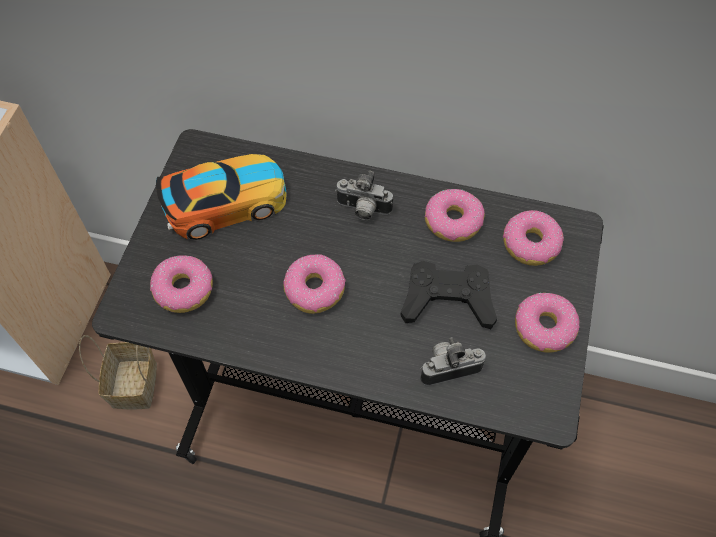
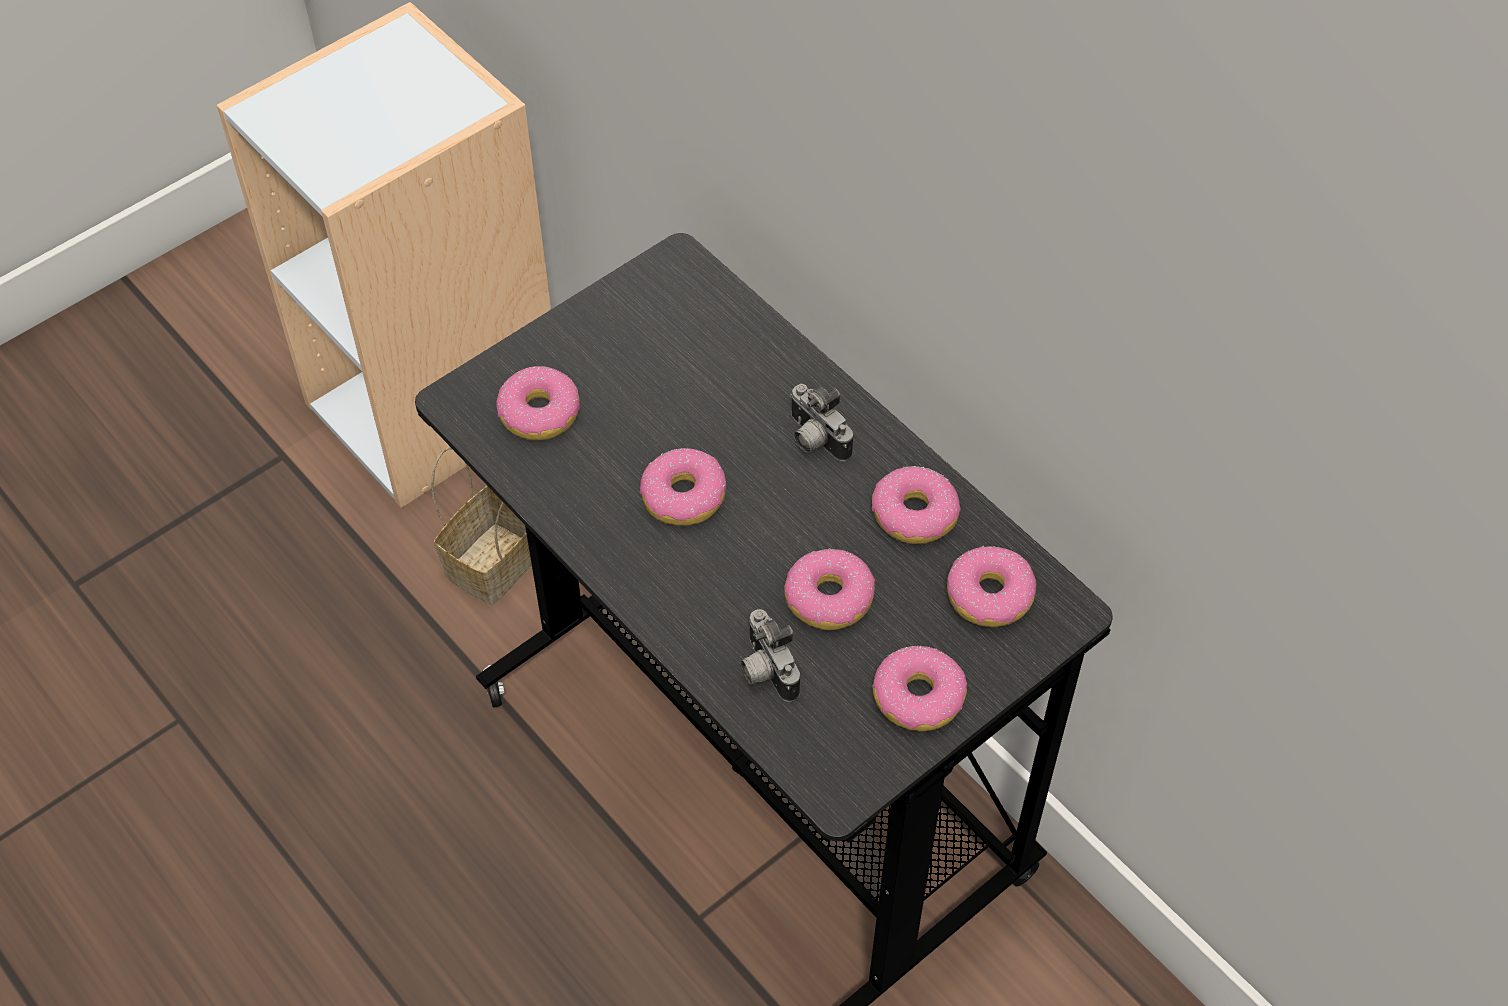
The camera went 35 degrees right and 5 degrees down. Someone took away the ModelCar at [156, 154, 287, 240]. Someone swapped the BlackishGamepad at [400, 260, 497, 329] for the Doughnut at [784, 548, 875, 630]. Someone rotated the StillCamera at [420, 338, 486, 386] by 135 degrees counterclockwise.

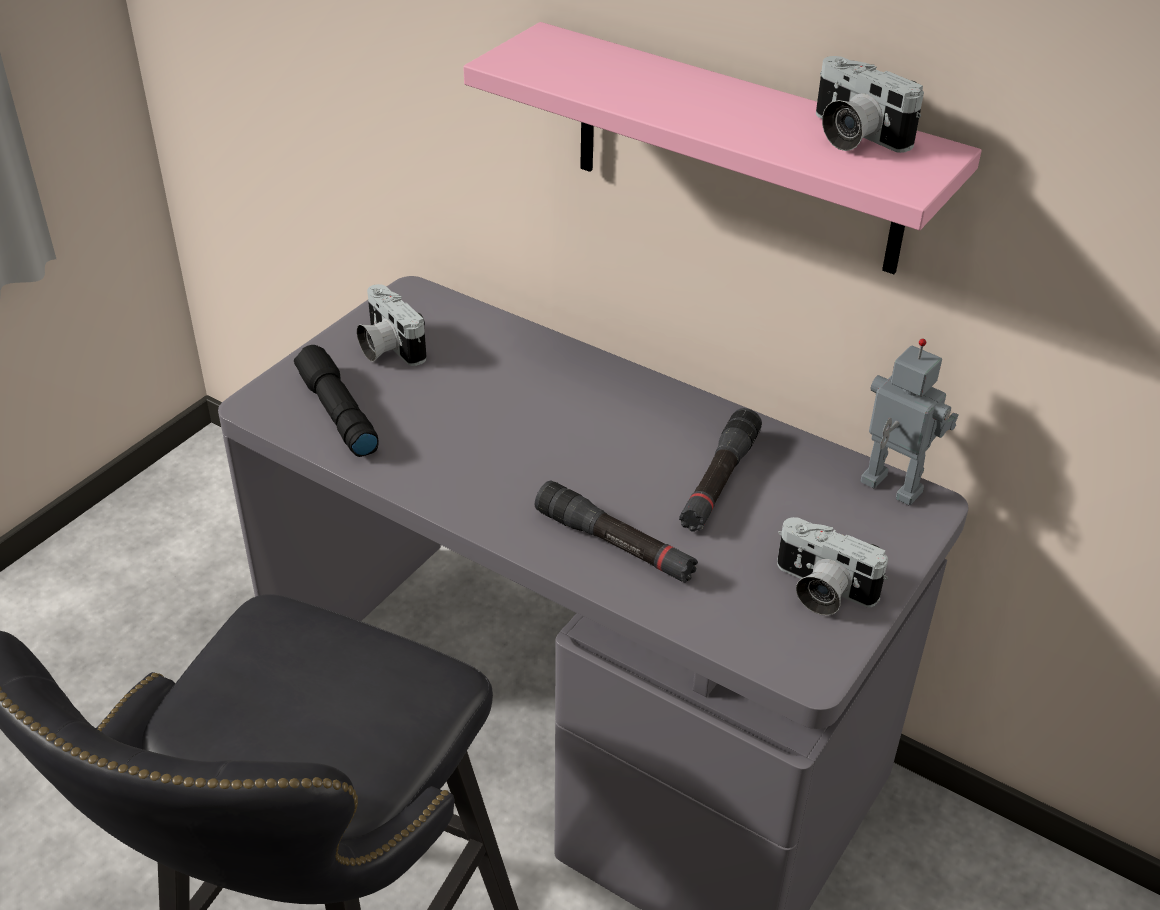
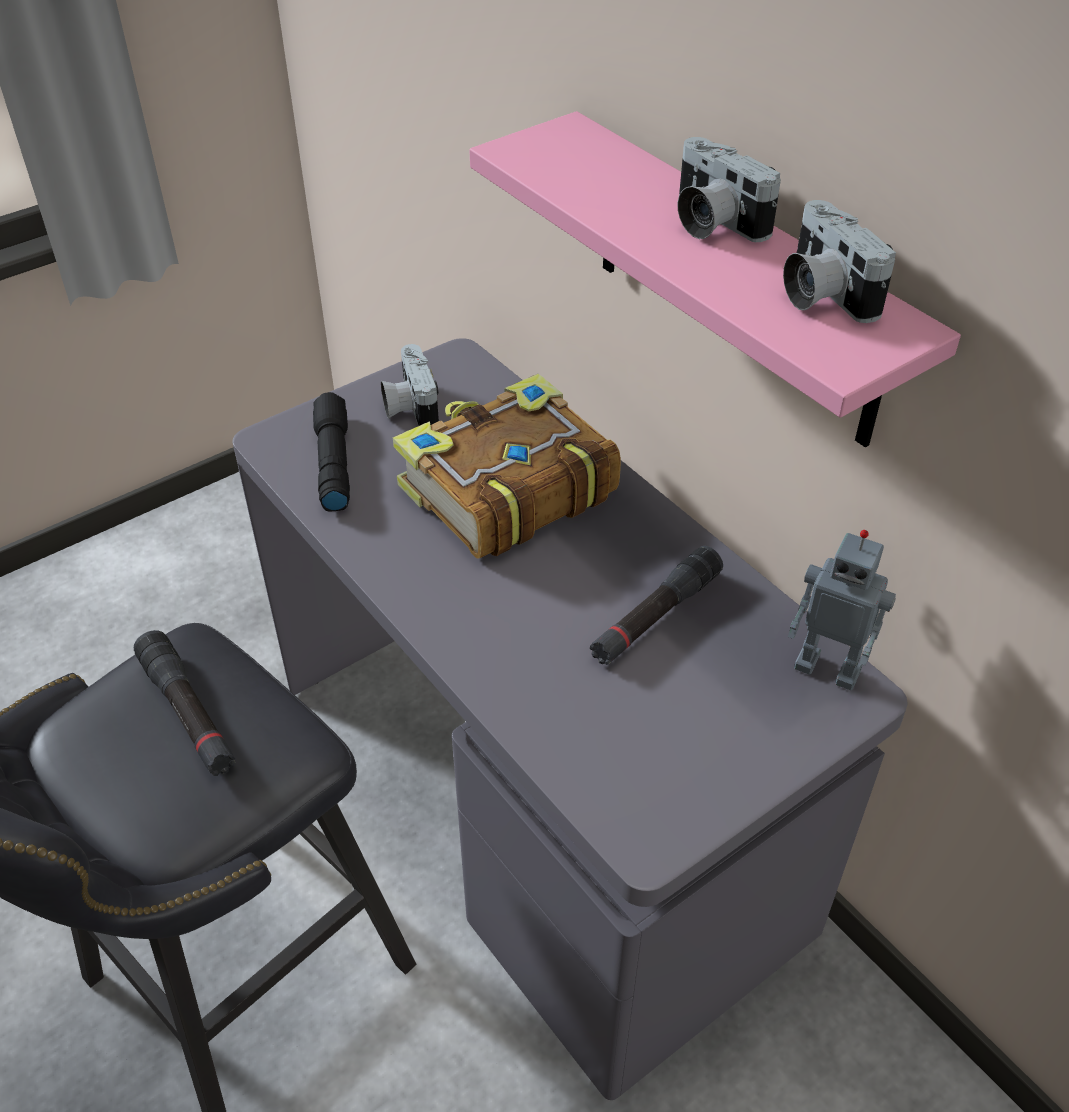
The camera went 20 degrees right and 5 degrees up. Someone carried the BlackishFlashlight from [535, 481, 698, 583] to [134, 630, 235, 776]. Someone carried the StillCamera from [777, 517, 888, 616] to [677, 137, 781, 242]. Someone rotated the ModelRobot at [861, 339, 959, 505] by 150 degrees clockwise. Someone put down the BoundBook at [393, 374, 621, 559].

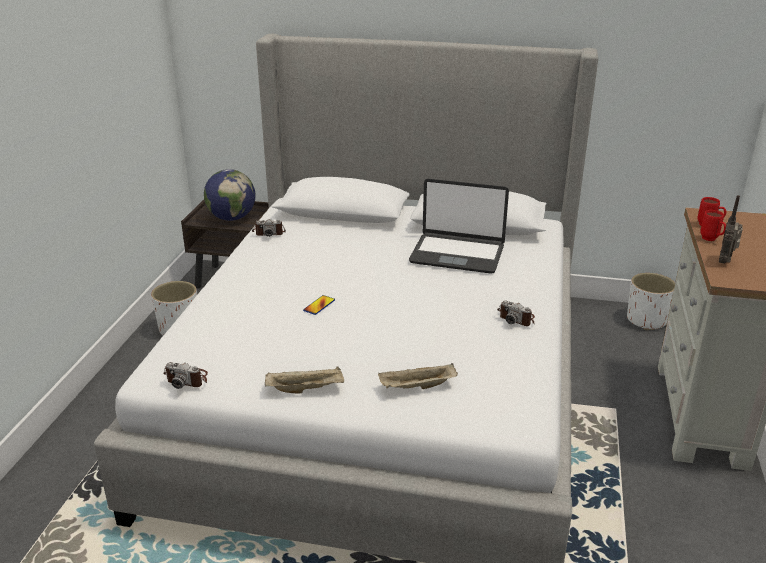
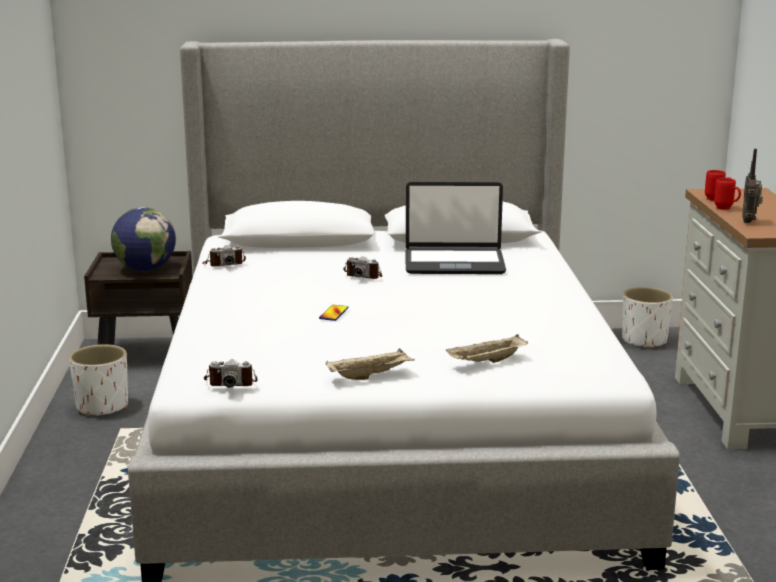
The camera went 15 degrees left and 10 degrees down. Someone carried the StillCamera from [497, 300, 535, 326] to [343, 257, 382, 279].

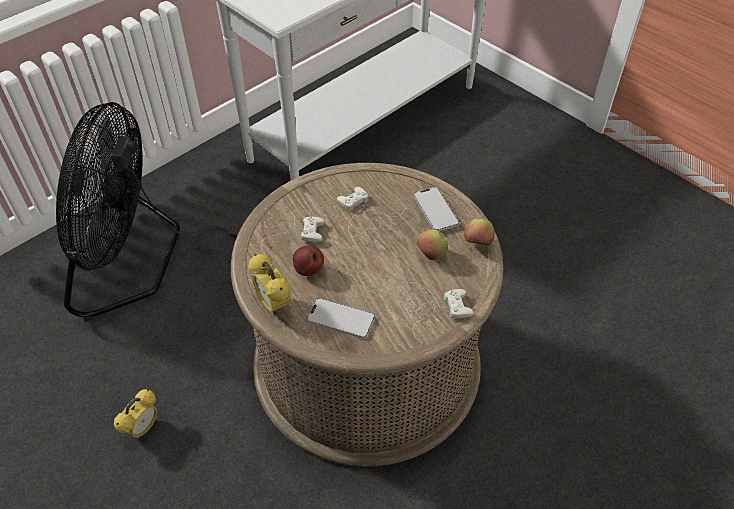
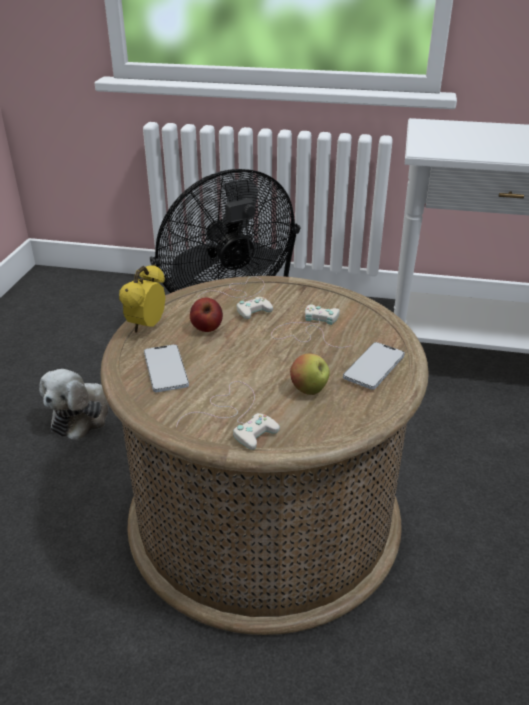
The camera went 55 degrees right and 15 degrees down. Someone swapped the AlarmClock at [114, 389, 157, 439] for the SoftToy at [39, 369, 109, 441]. Someone took away the Apple at [464, 219, 495, 245].

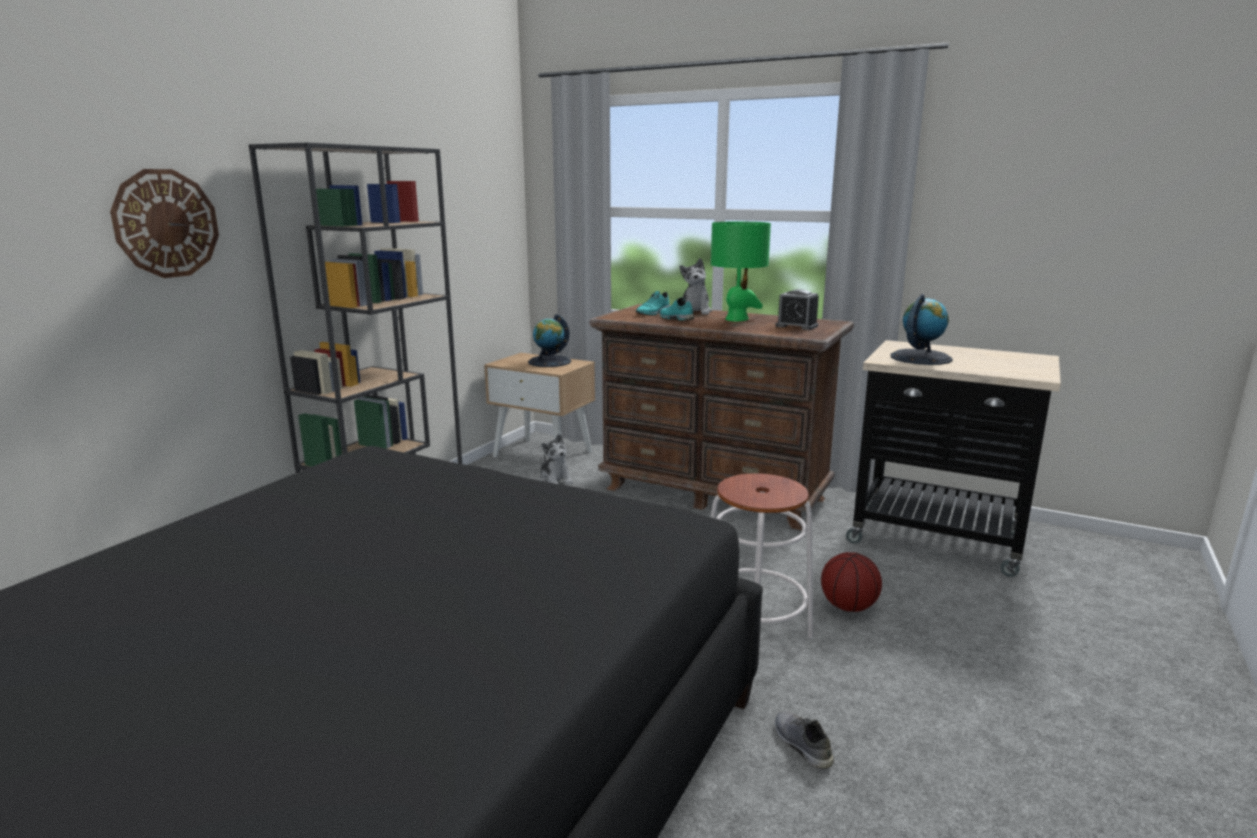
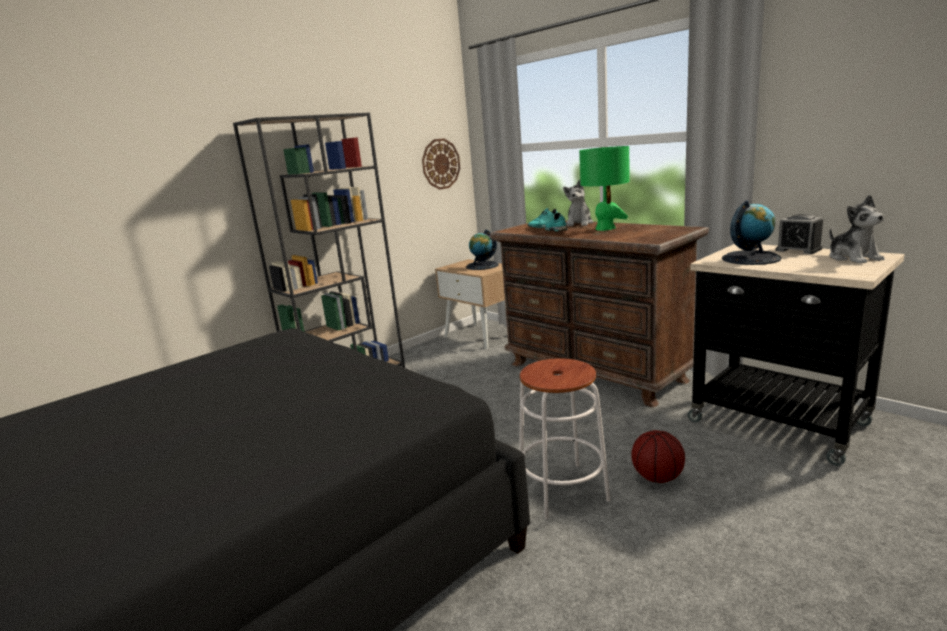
The camera went 20 degrees right and 0 degrees up. Someone carried the WallClock from [110, 169, 219, 278] to [422, 138, 460, 190]. Someone carried the SoftToy from [539, 434, 573, 485] to [829, 195, 885, 264]. Someone took away the GrayItemOfFootwear at [775, 711, 834, 769]. Someone carried the AlarmClock from [776, 289, 819, 330] to [776, 214, 823, 254].

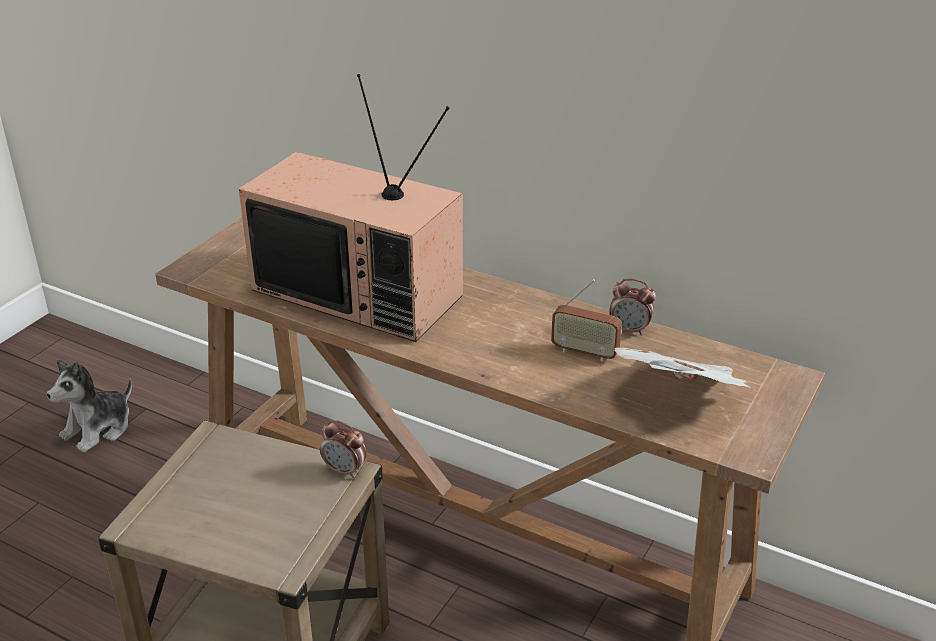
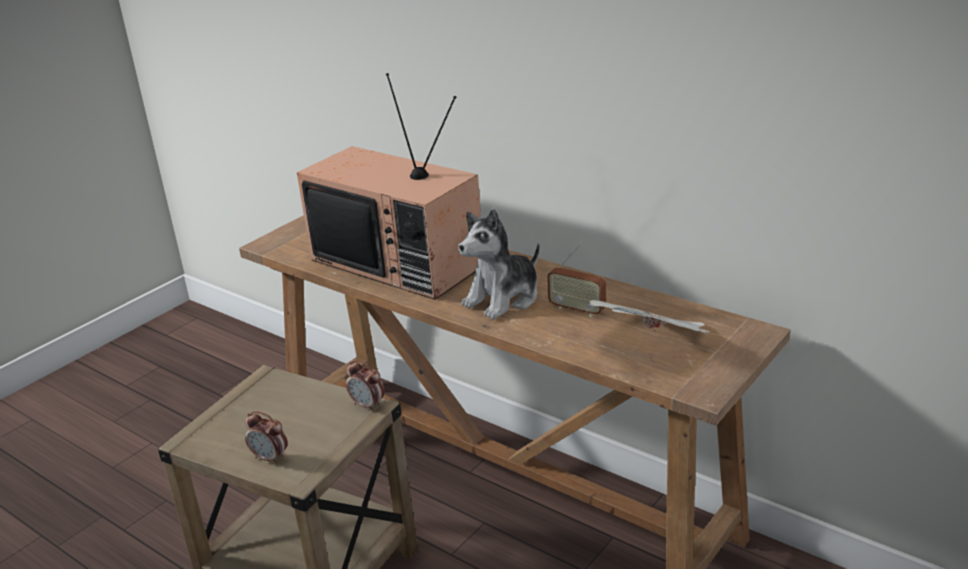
The camera went 10 degrees right and 5 degrees down. Someone carried the SoftToy from [47, 359, 132, 453] to [459, 209, 540, 320]. Someone carried the AlarmClock from [609, 279, 656, 335] to [245, 411, 288, 465].

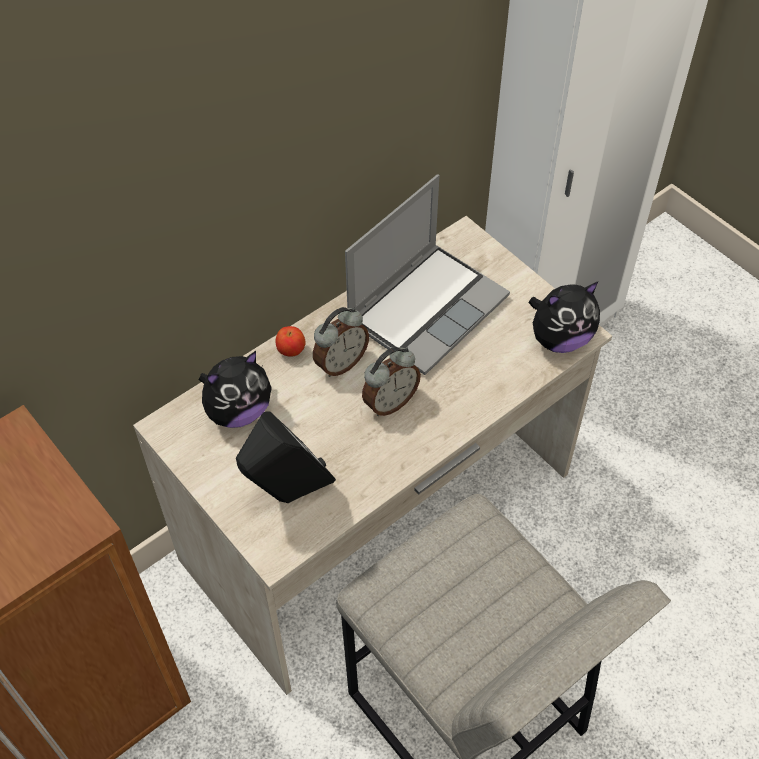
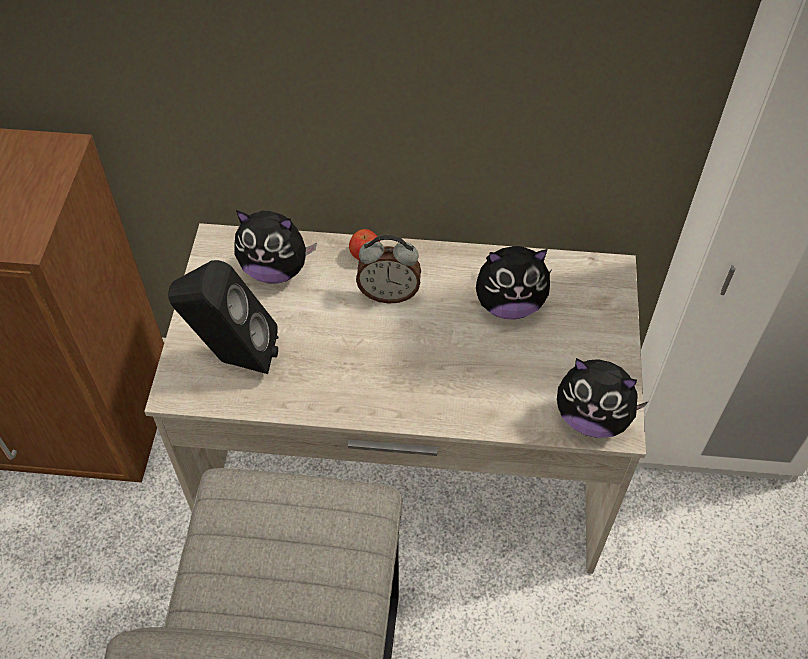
The camera went 45 degrees right and 0 degrees up. Someone swapped the Laptop at [345, 174, 510, 375] for the SoftToy at [476, 246, 552, 320]. Someone took away the AlarmClock at [362, 347, 421, 416].

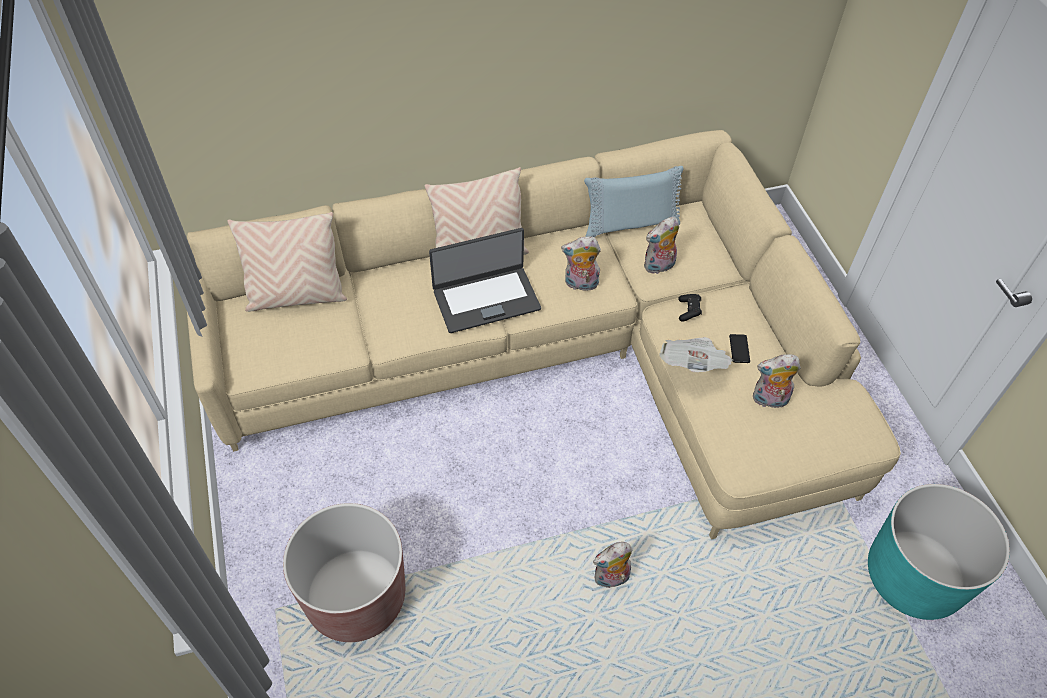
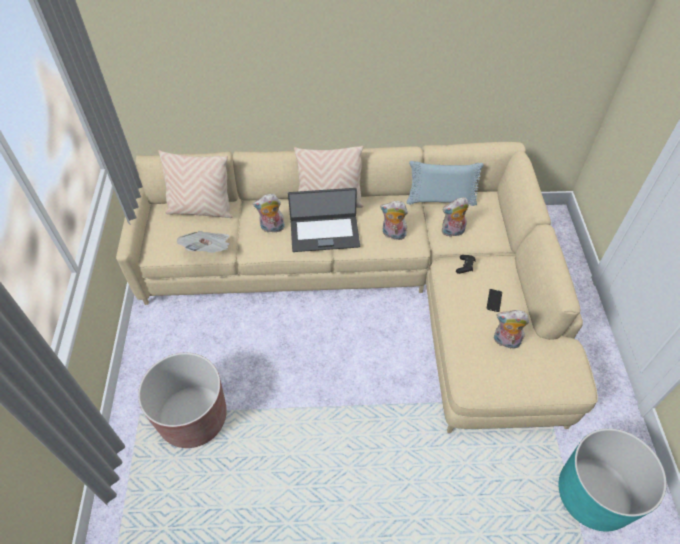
The camera went 15 degrees right and 0 degrees up. Someone carried the SoftToy from [593, 542, 633, 588] to [253, 194, 285, 233]. Someone carried the PrintedPaper from [659, 337, 733, 372] to [177, 231, 230, 253].

